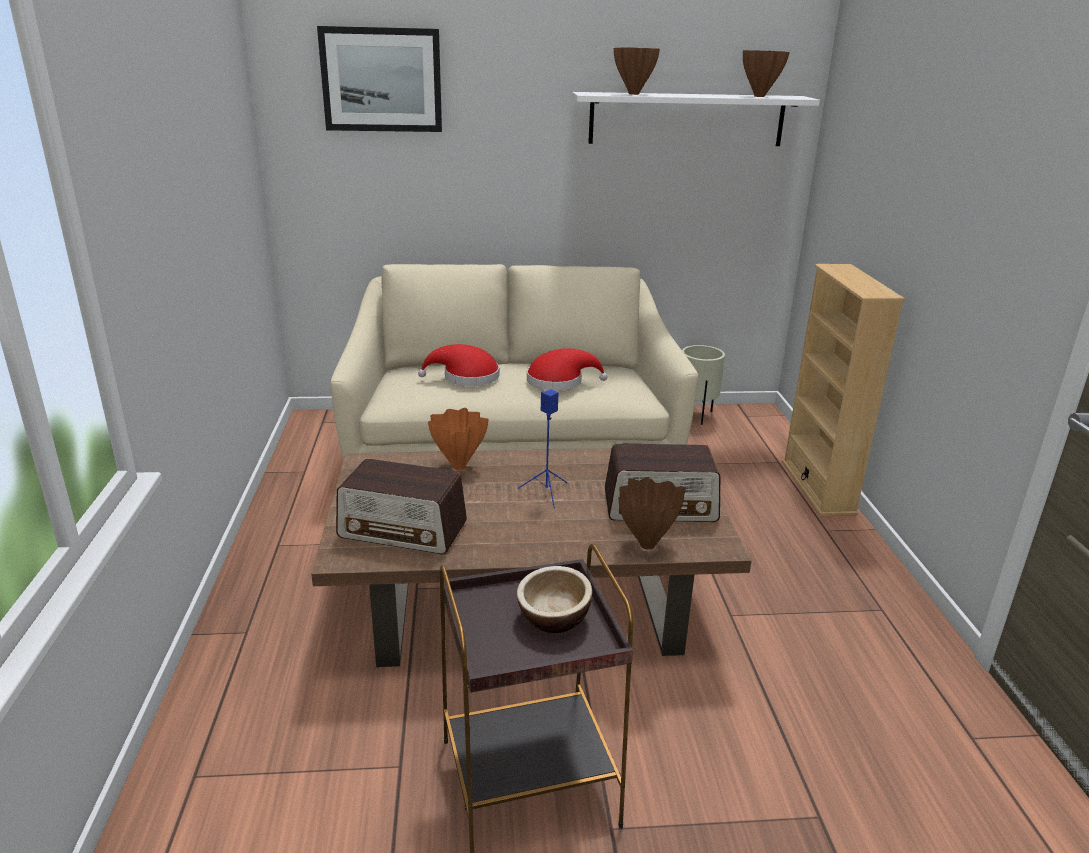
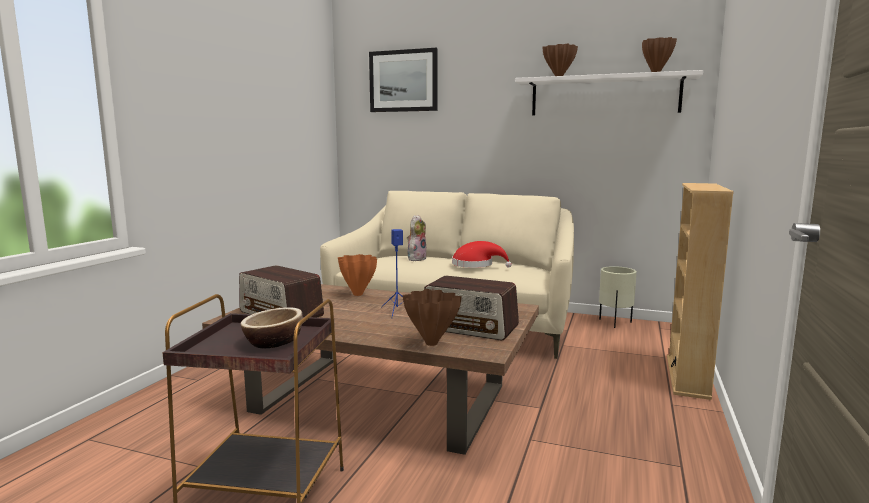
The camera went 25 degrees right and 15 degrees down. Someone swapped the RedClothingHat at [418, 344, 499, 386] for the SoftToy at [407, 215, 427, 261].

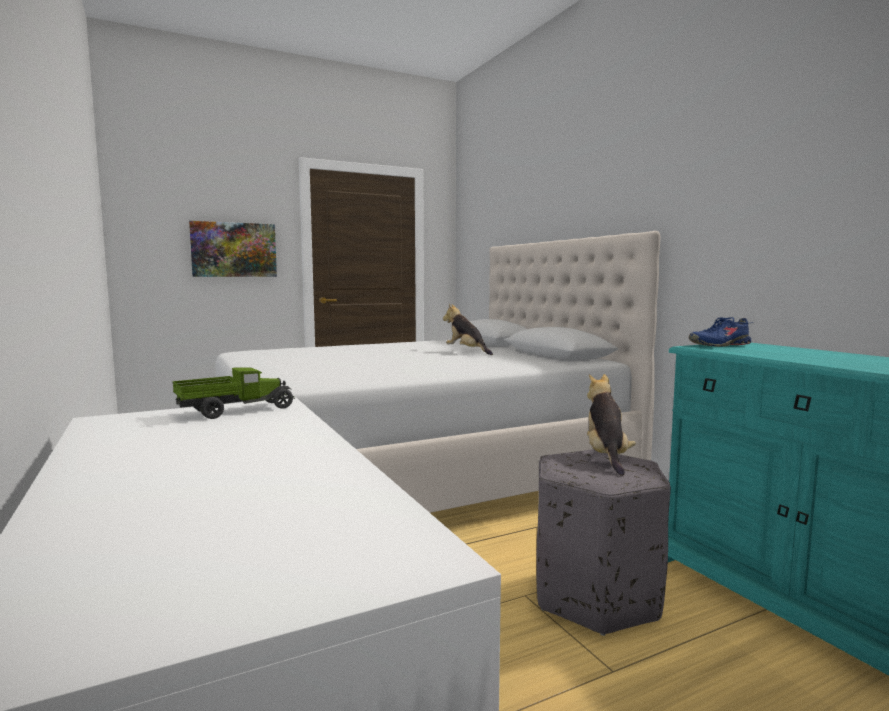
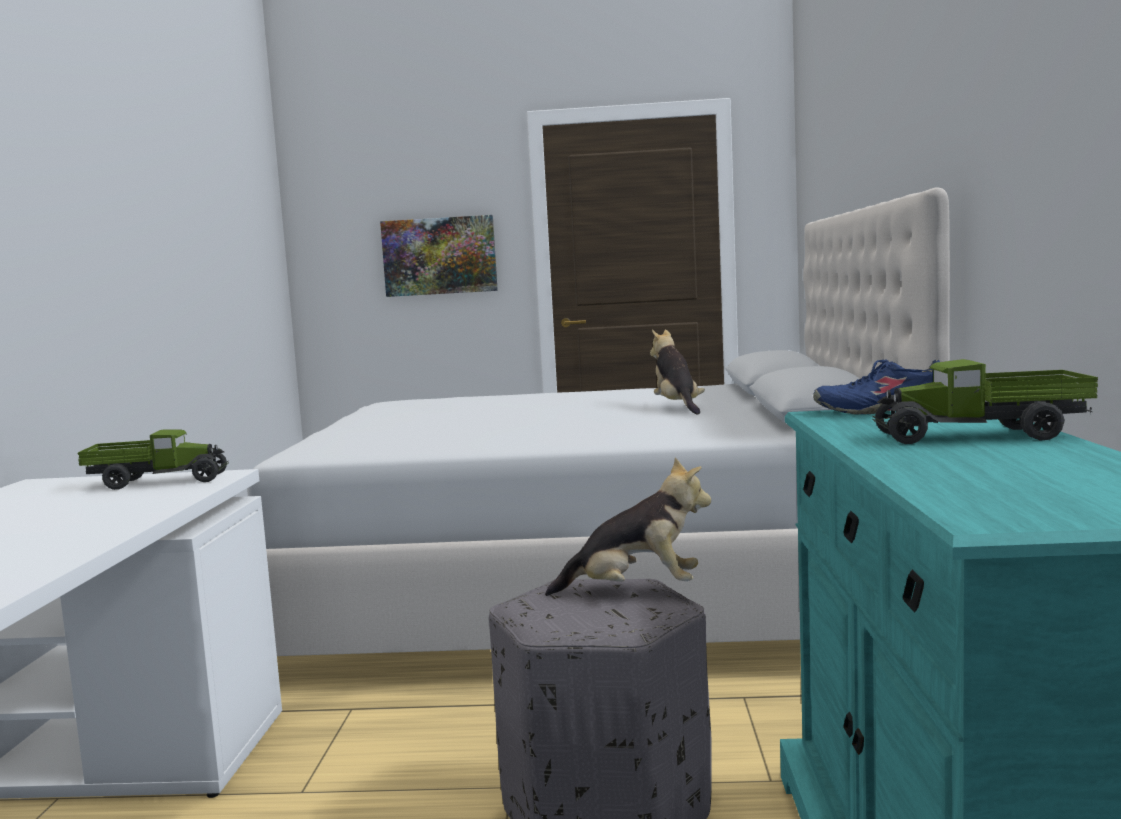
The camera went 30 degrees right and 0 degrees up. Someone rotated the SoftToy at [587, 374, 636, 476] by 60 degrees clockwise. Someone put down the ToyLorry at [872, 359, 1098, 444].

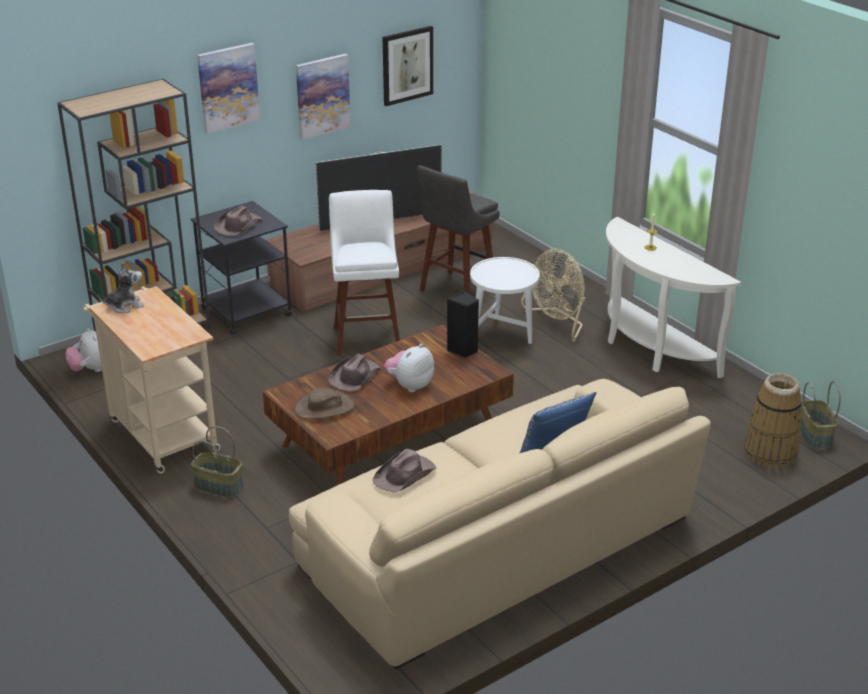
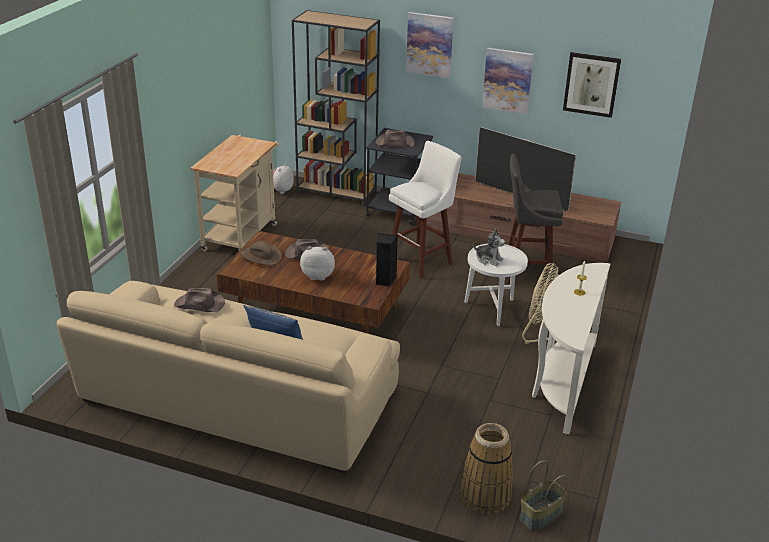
The camera went 55 degrees right and 0 degrees up. Someone carried the SoftToy from [98, 263, 144, 313] to [473, 229, 505, 266]. Someone took away the StorageBasket at [191, 426, 244, 497].

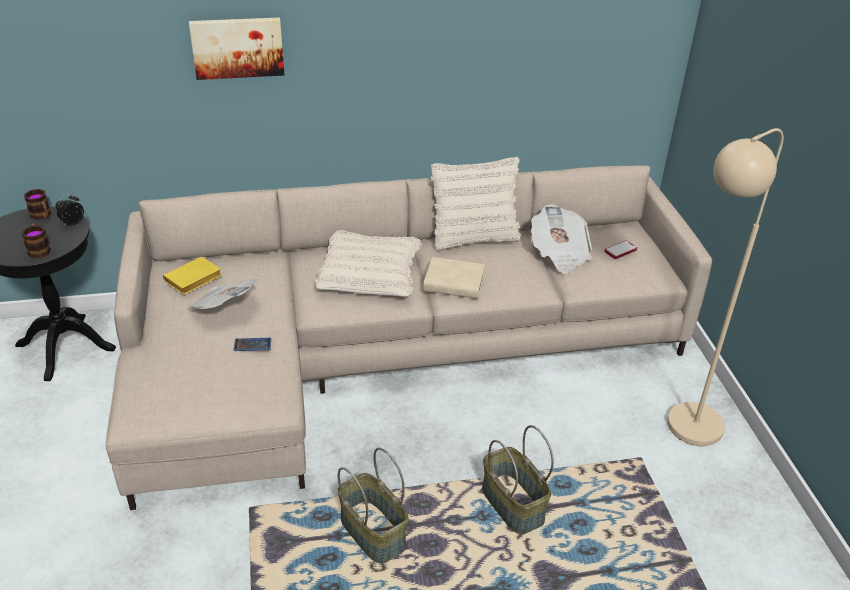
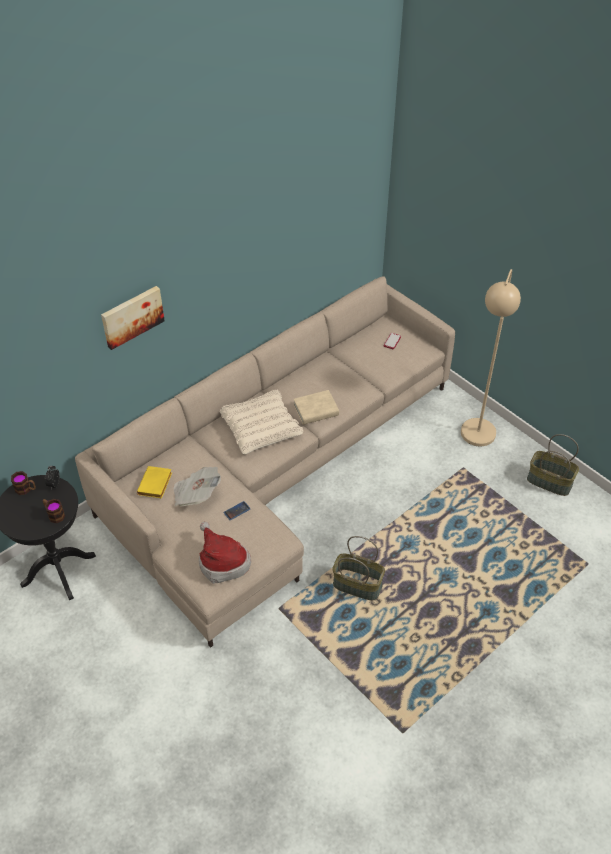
The camera went 30 degrees left and 10 degrees up. Someone took away the BeigeColouredThrowPillow at [431, 157, 521, 250]. Someone carried the StorageBasket from [482, 425, 554, 534] to [527, 434, 579, 496]. Someone took away the PrintedPaper at [531, 204, 592, 274]. Someone put down the ClothingHat at [199, 522, 251, 584].

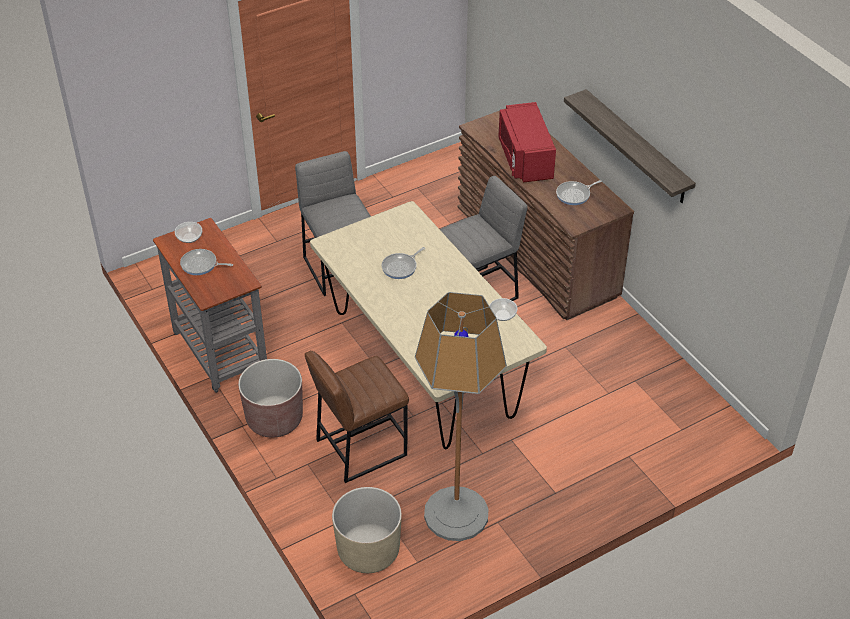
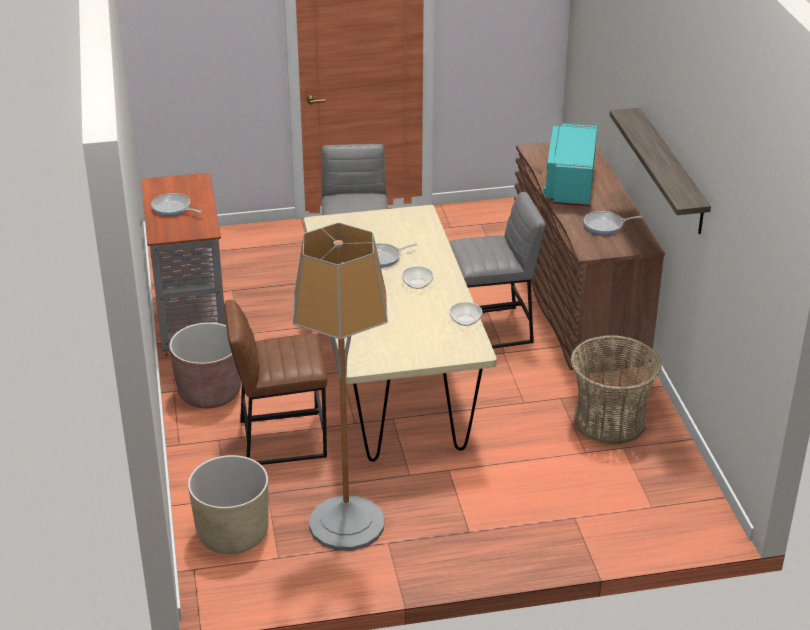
The camera went 20 degrees right and 10 degrees down. Someone carried the ServingBowl from [175, 222, 202, 243] to [402, 266, 433, 289]. Someone repainted the RedKitchenMicrowave at [498, 102, 556, 183], which became the BlueGreenKitchenMicrowave at [543, 124, 597, 206]. Someone put down the StorageBasket at [570, 335, 662, 444].

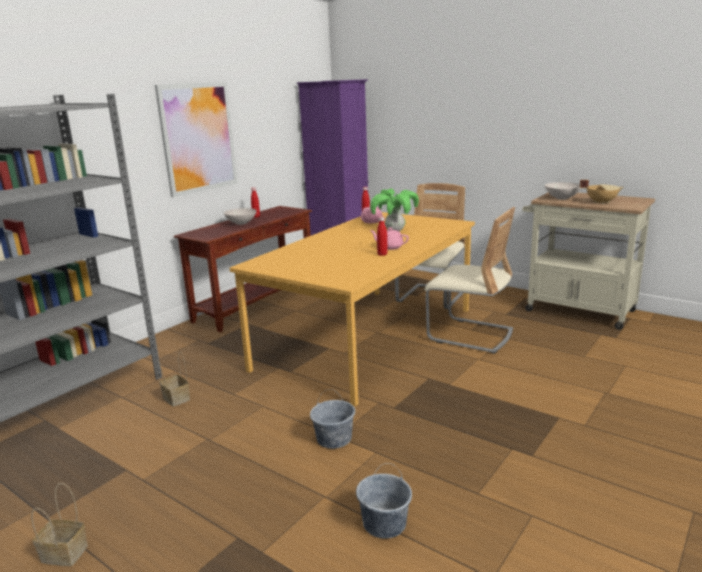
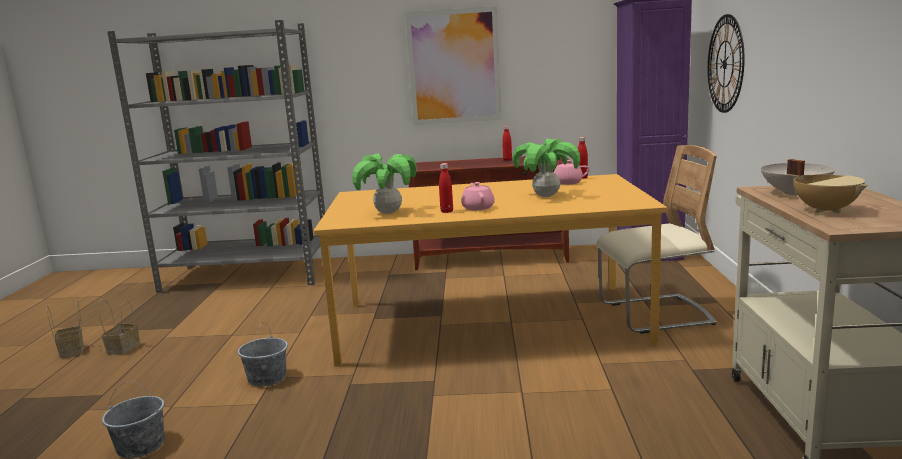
The camera went 55 degrees right and 5 degrees down. Someone carried the StorageBasket from [155, 351, 190, 407] to [99, 299, 140, 355]. Someone took away the WhiteServingBowl at [224, 208, 257, 225]. Someone took away the BeigeColouredChair at [424, 207, 515, 354]. Someone put down the PlantInAPot at [352, 154, 417, 214]. Someone put up the WallClock at [708, 14, 745, 113].

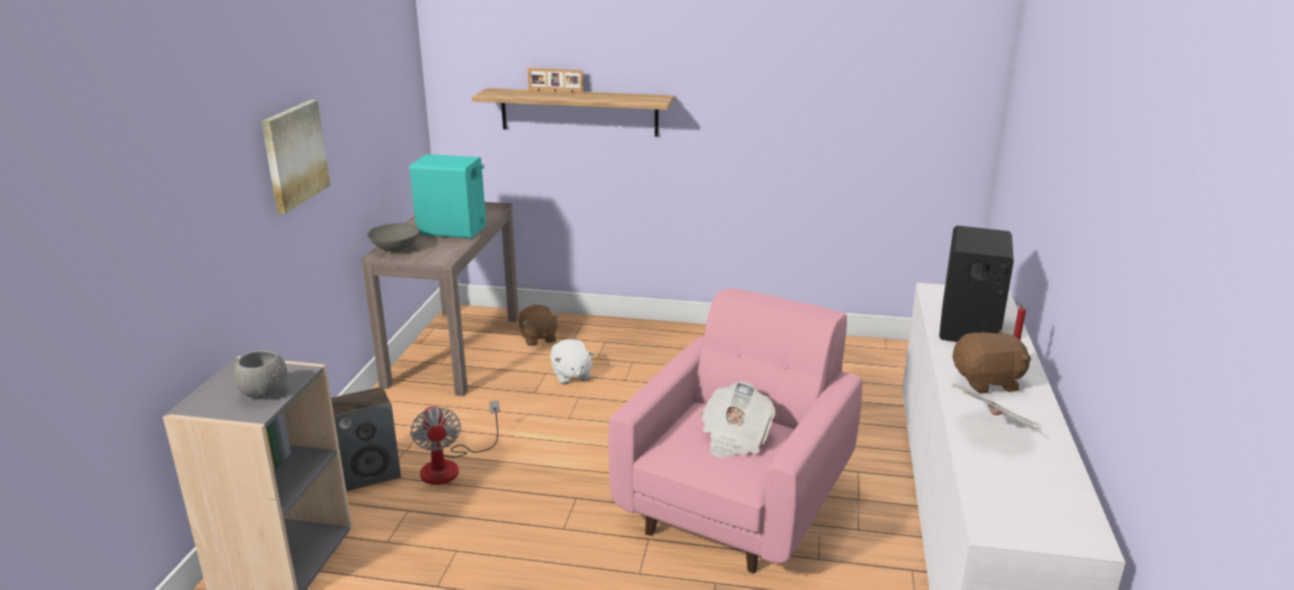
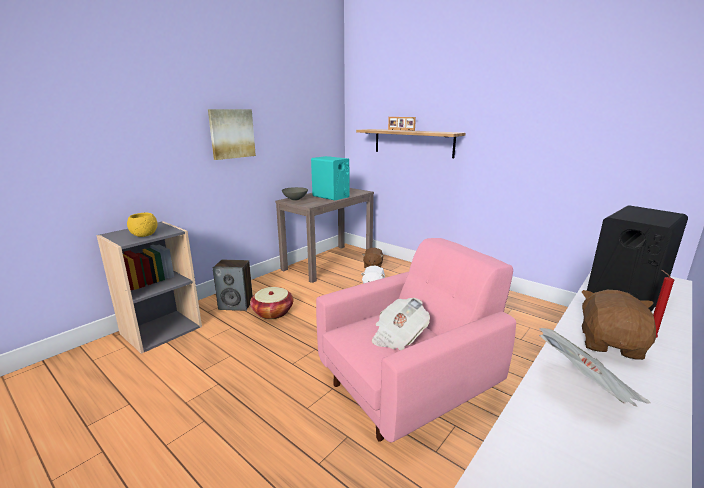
The camera went 30 degrees right and 5 degrees down. Someone repainted the GrayServingBowl at [234, 350, 287, 398], which became the YellowishServingBowl at [127, 213, 157, 237]. Someone swapped the ElectricFan at [410, 400, 500, 485] for the StorageBasket at [250, 287, 294, 319]. Someone rotated the BrownColouredSoftToy at [952, 329, 1031, 394] by 90 degrees counterclockwise.

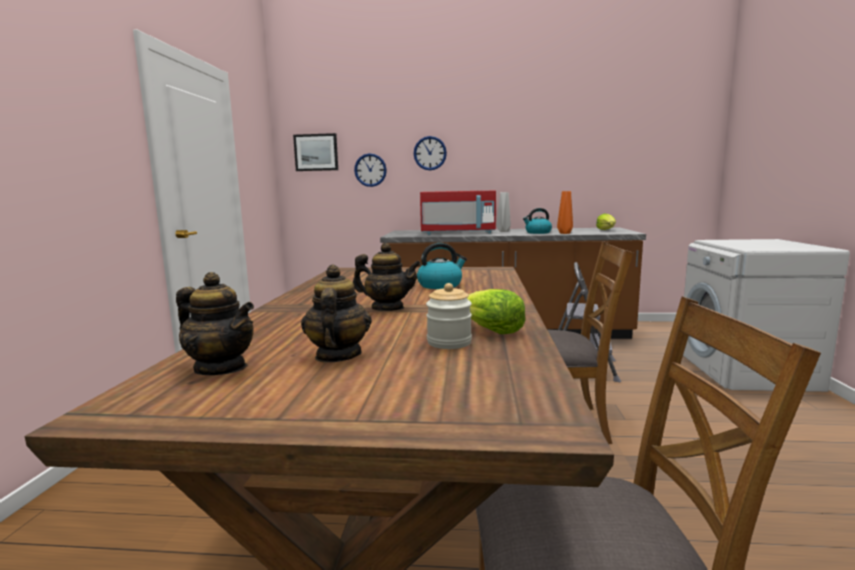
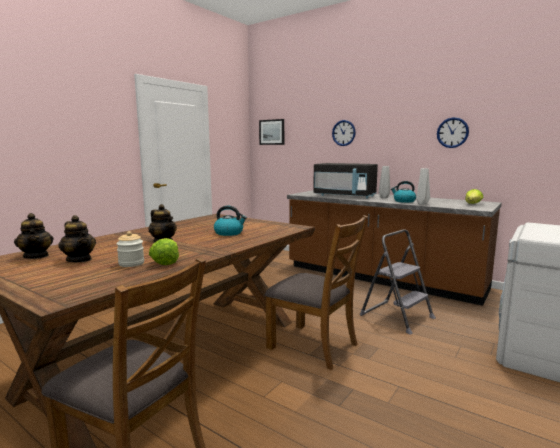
The camera went 30 degrees right and 0 degrees up. Someone rotated the TeaPot at [301, 265, 372, 363] by 105 degrees clockwise. Someone carried the WallClock from [354, 153, 387, 187] to [437, 117, 469, 148]. Someone repainted the RedKitchenMicrowave at [420, 190, 496, 235], which became the BlackishKitchenMicrowave at [313, 163, 378, 199]. Someone repainted the OrangeVase at [557, 191, 573, 234], which became the GrayVase at [416, 168, 430, 205].

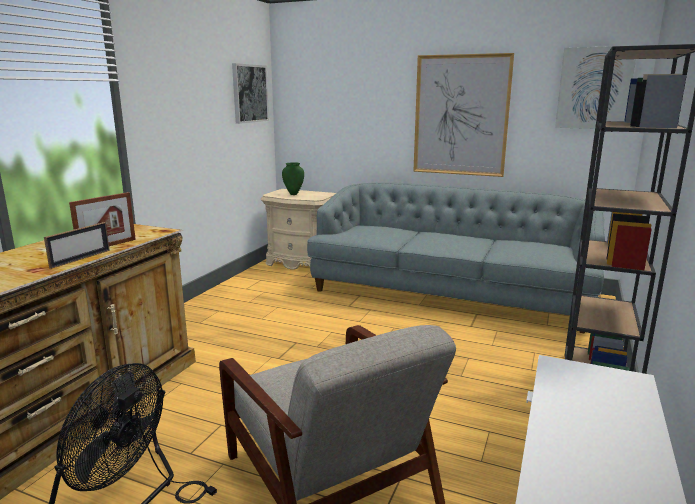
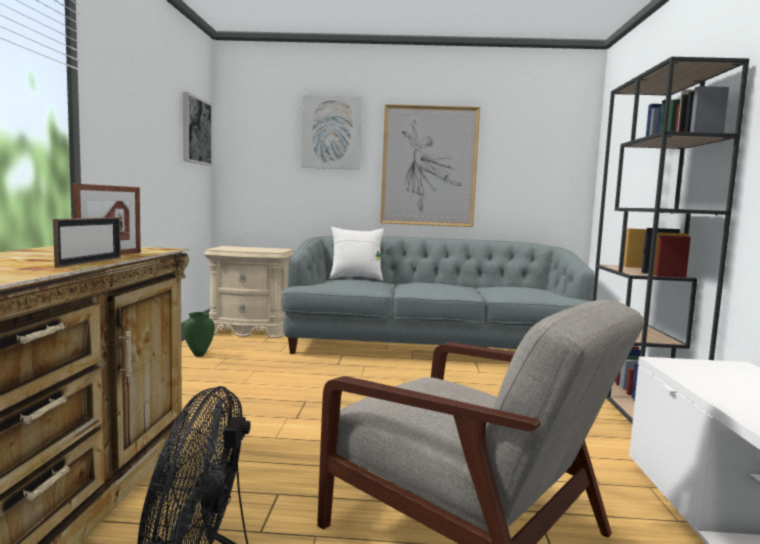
The camera went 20 degrees left and 10 degrees down. Someone carried the GreenVase from [282, 162, 304, 195] to [183, 312, 215, 357]. Someone carried the Picture from [555, 46, 636, 129] to [301, 95, 362, 170]. Someone put down the WhiteThrowPillow at [329, 227, 384, 281].

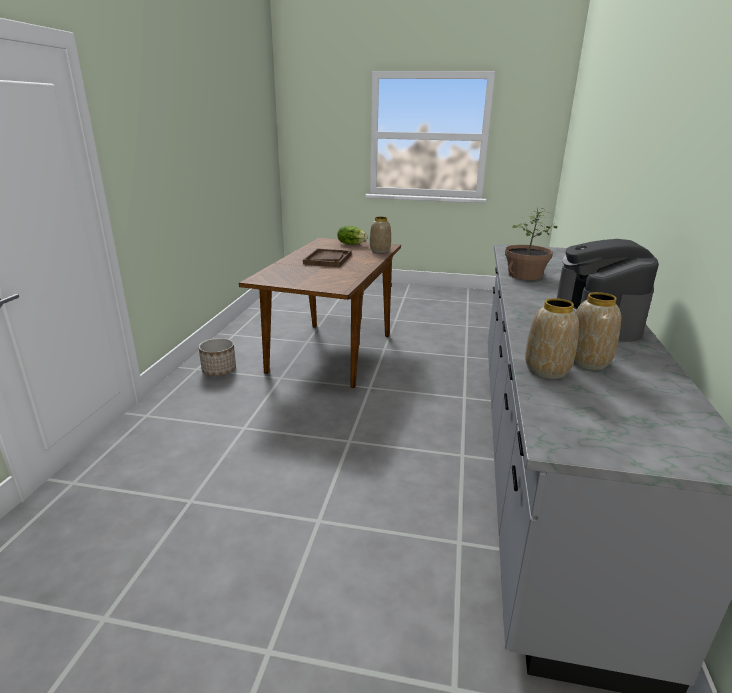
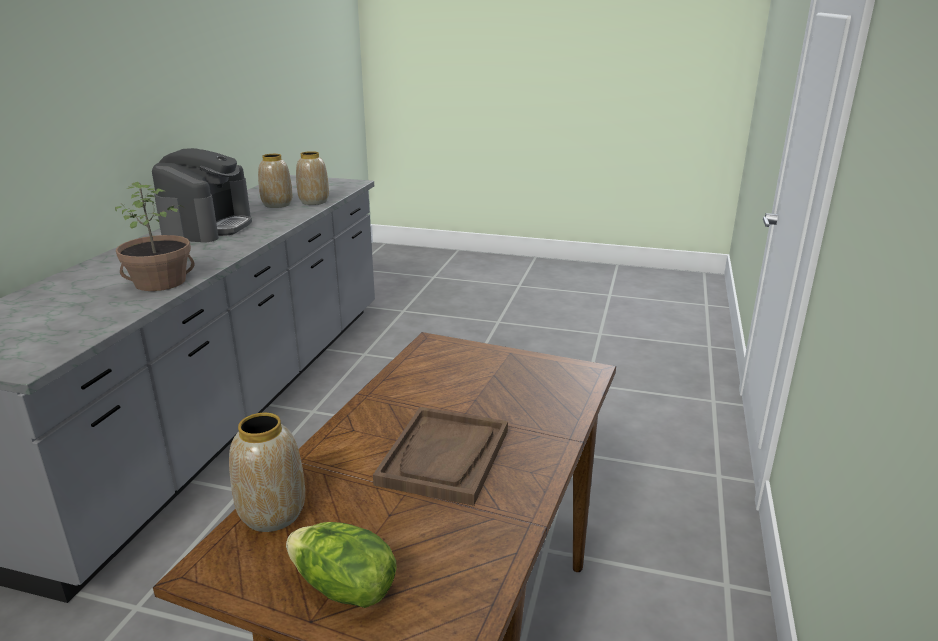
The camera went 175 degrees left and 0 degrees up. Someone took away the FlowerPot at [199, 338, 236, 376].

